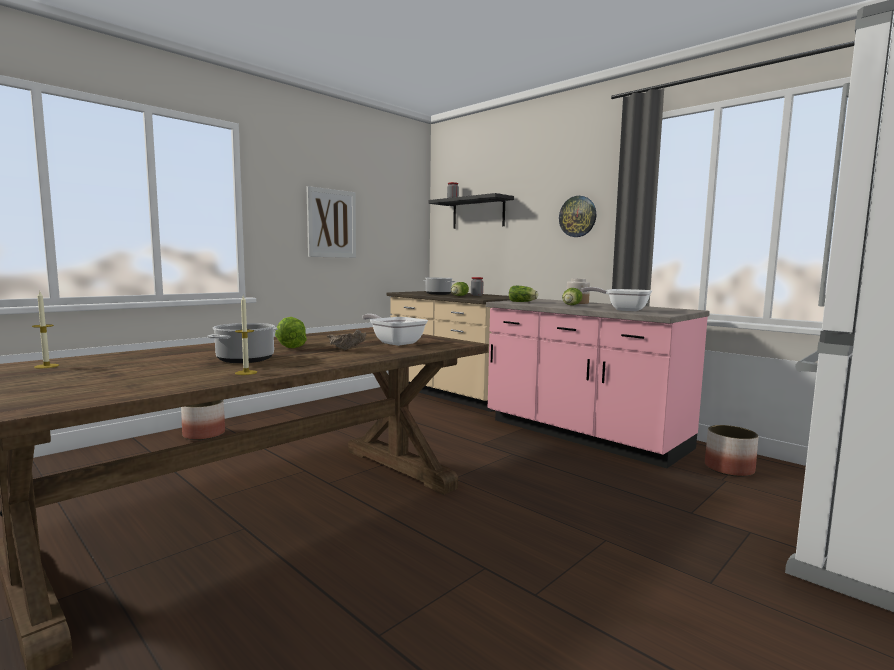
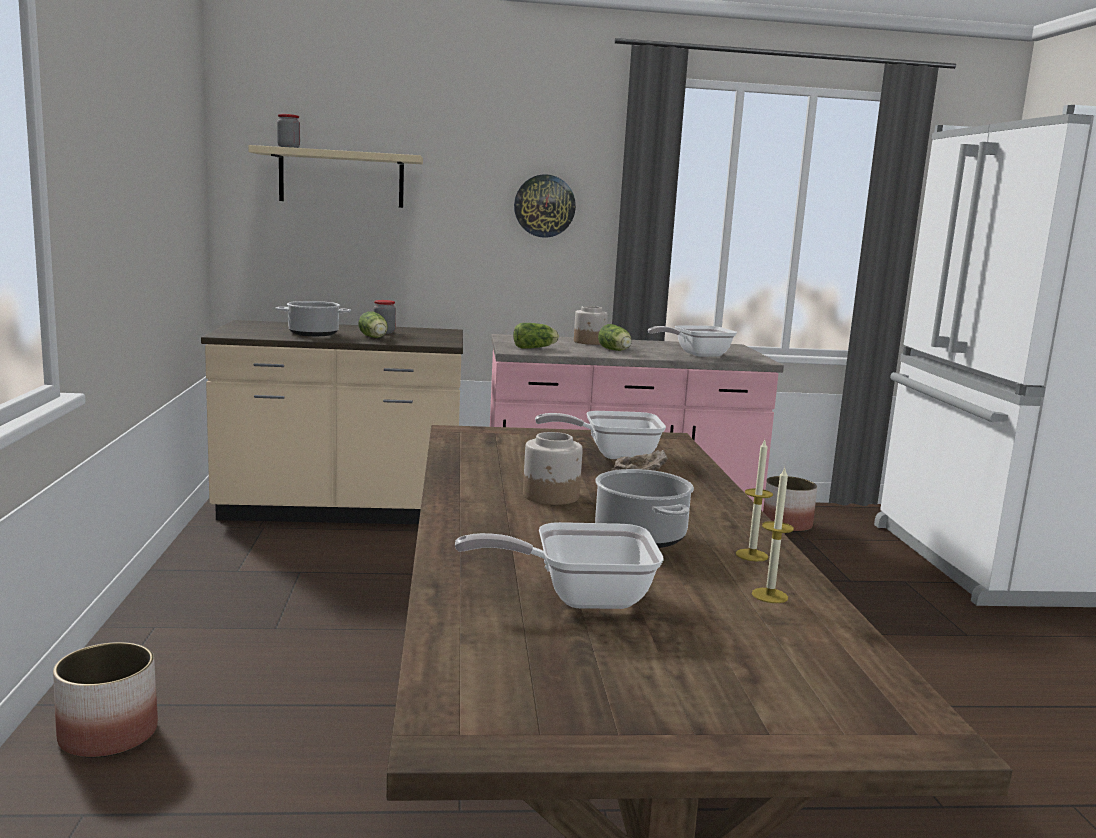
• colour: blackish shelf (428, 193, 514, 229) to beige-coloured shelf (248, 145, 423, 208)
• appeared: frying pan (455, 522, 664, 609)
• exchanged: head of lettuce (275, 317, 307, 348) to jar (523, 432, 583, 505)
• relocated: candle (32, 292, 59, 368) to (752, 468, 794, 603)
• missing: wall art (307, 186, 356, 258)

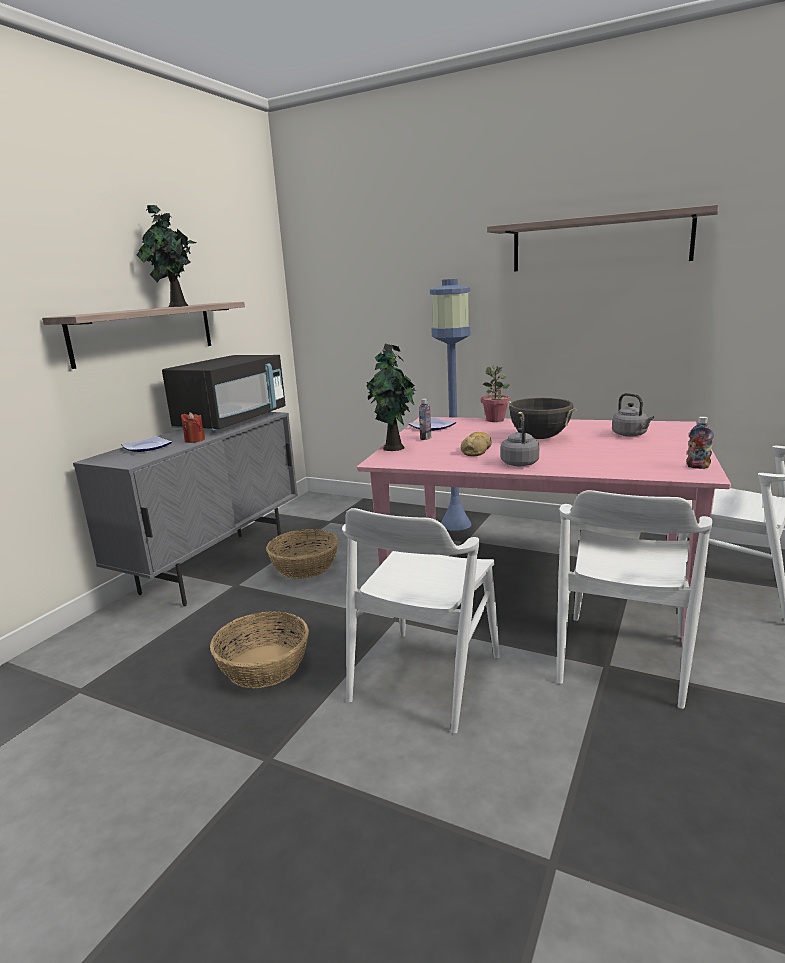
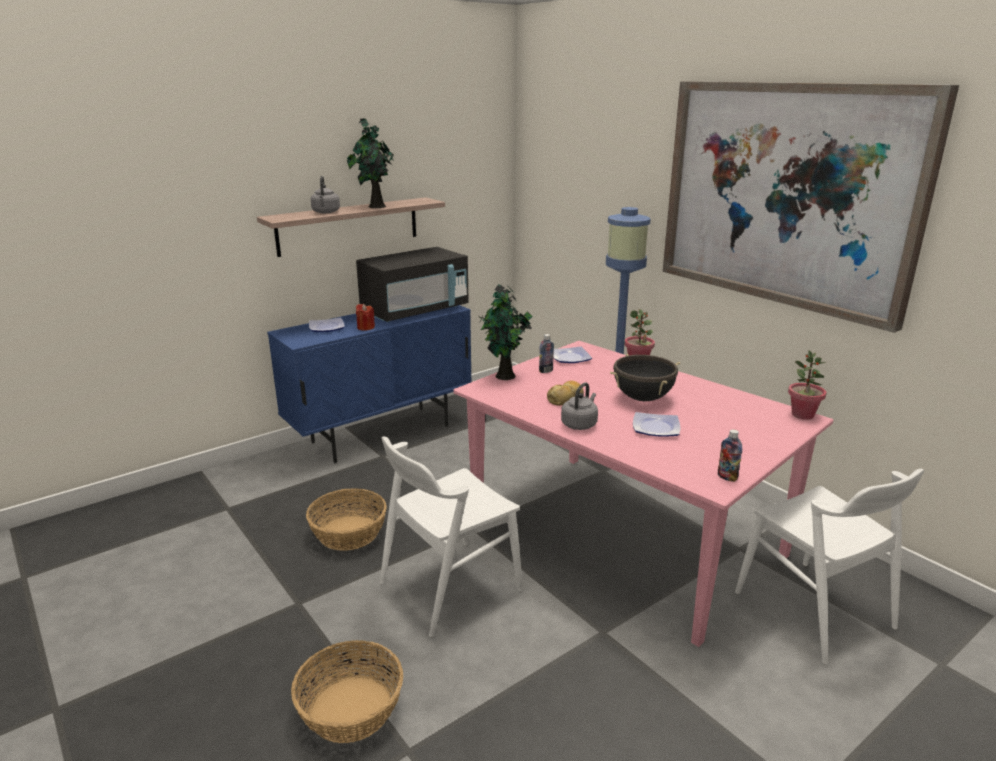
• colour: greyish storage cabinet (73, 412, 298, 606) to blue-coloured storage cabinet (267, 305, 471, 463)
• relocated: storage basket (266, 529, 338, 579) to (291, 640, 403, 743)
• relocated: greyish water kettle (612, 393, 654, 437) to (311, 176, 340, 213)
• appeared: flat dish (633, 412, 680, 437)
• exchanged: shelf (487, 204, 718, 271) to wall art (663, 81, 959, 333)
• appeared: plant in a pot (788, 350, 827, 420)
• missing: white upright chair (557, 490, 713, 709)

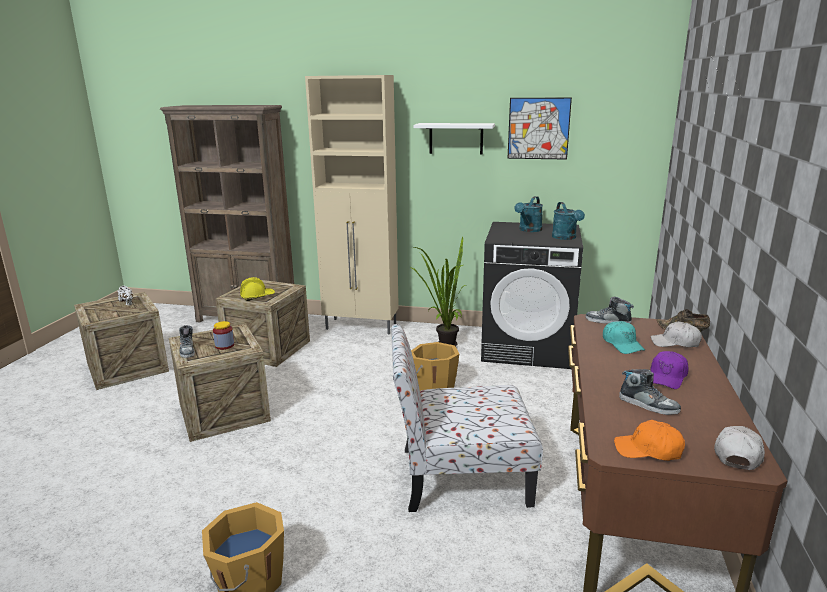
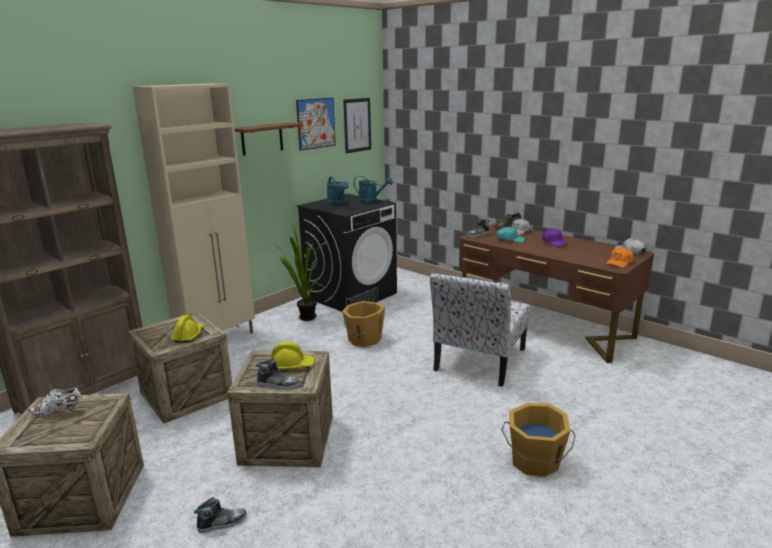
• relocated: shoe (619, 369, 681, 415) to (194, 497, 247, 533)
• colour: white shelf (413, 123, 495, 155) to brown-coloured shelf (235, 122, 303, 156)
• exchanged: jar (213, 321, 234, 350) to yellowish safety helmet (271, 342, 315, 371)
• appeared: wall art (343, 98, 371, 154)

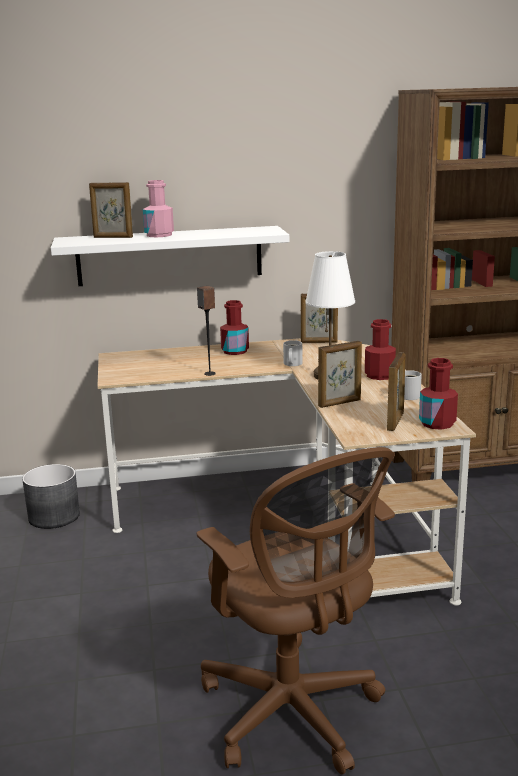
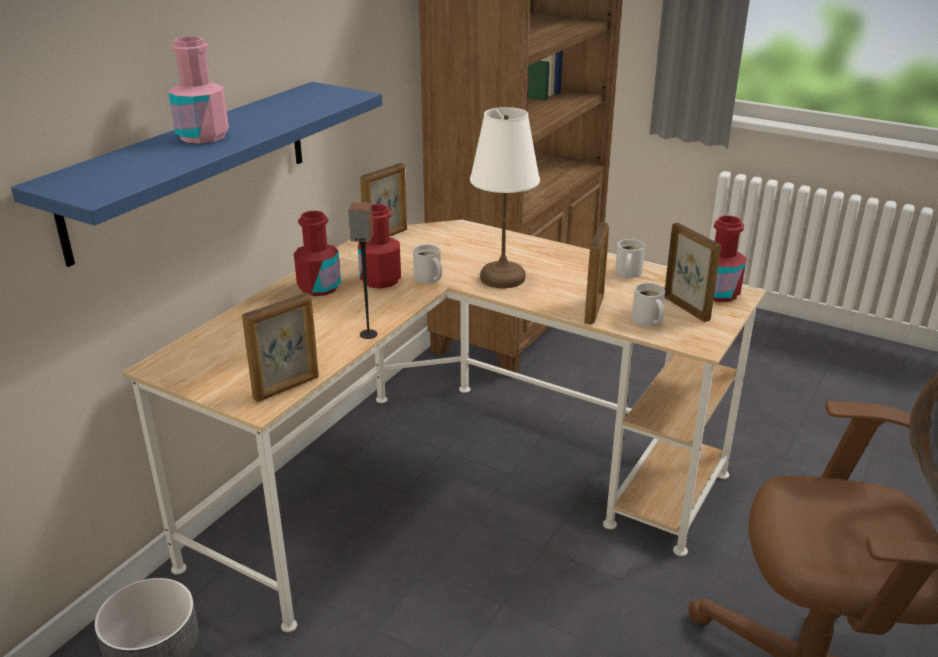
• colour: white shelf (51, 226, 289, 286) to blue-coloured shelf (11, 82, 382, 267)
• relocated: picture frame (89, 182, 133, 238) to (242, 293, 319, 402)
• relocated: red beverage bottle (365, 319, 396, 380) to (358, 204, 401, 289)
• appeared: white tea mug (632, 283, 665, 326)

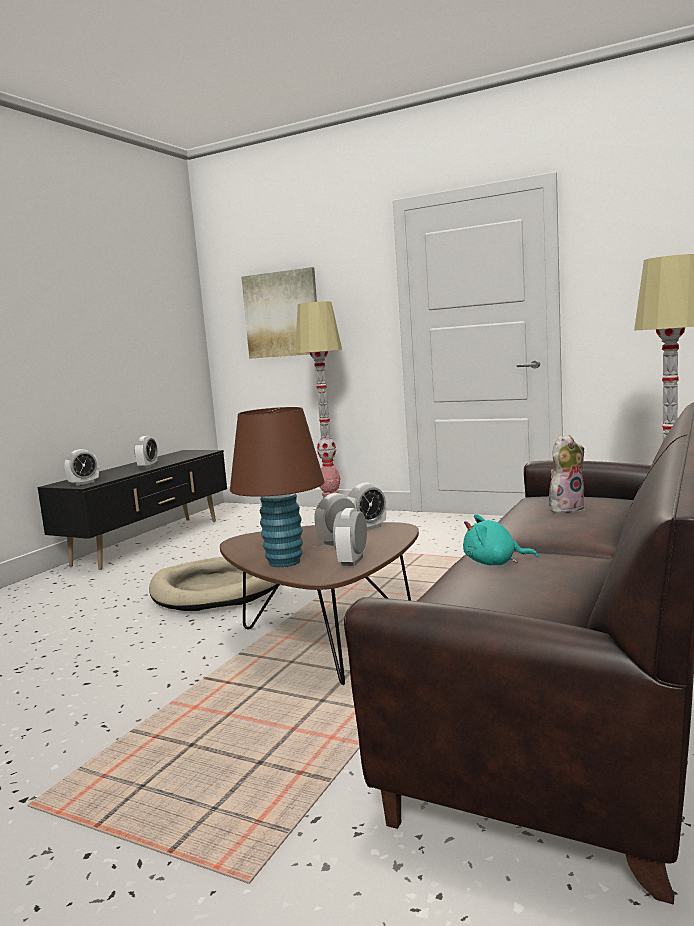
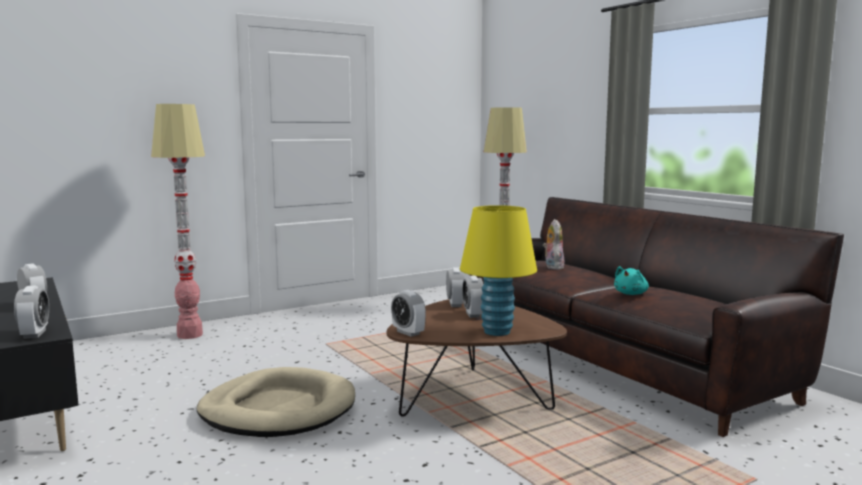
• relocated: table clock (333, 508, 367, 566) to (391, 290, 426, 337)
• colour: brown-coloured table lamp (230, 407, 325, 567) to yellowish table lamp (460, 205, 537, 336)
• missing: wall art (241, 267, 317, 359)

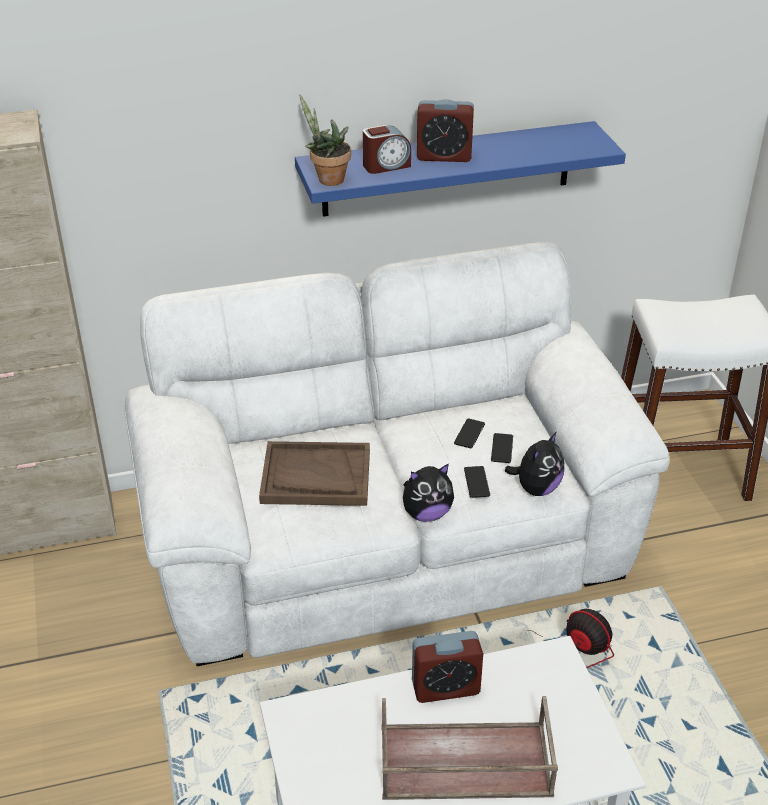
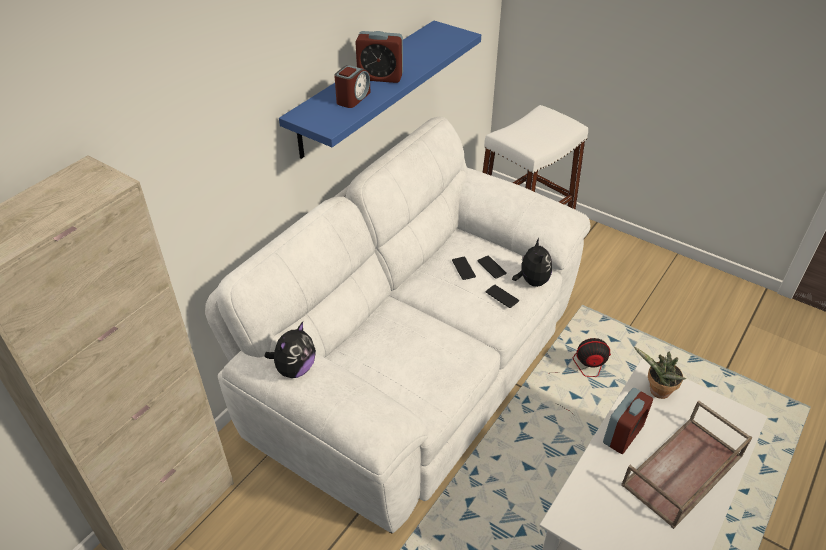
• relocated: cuddly toy (403, 463, 454, 522) to (265, 322, 316, 378)
• spun: table clock (417, 99, 474, 162) = (355, 31, 403, 83) 45 degrees clockwise
• relocated: plant in a pot (299, 94, 351, 186) to (634, 347, 686, 399)
• missing: brown-coloured serving tray (259, 441, 370, 506)

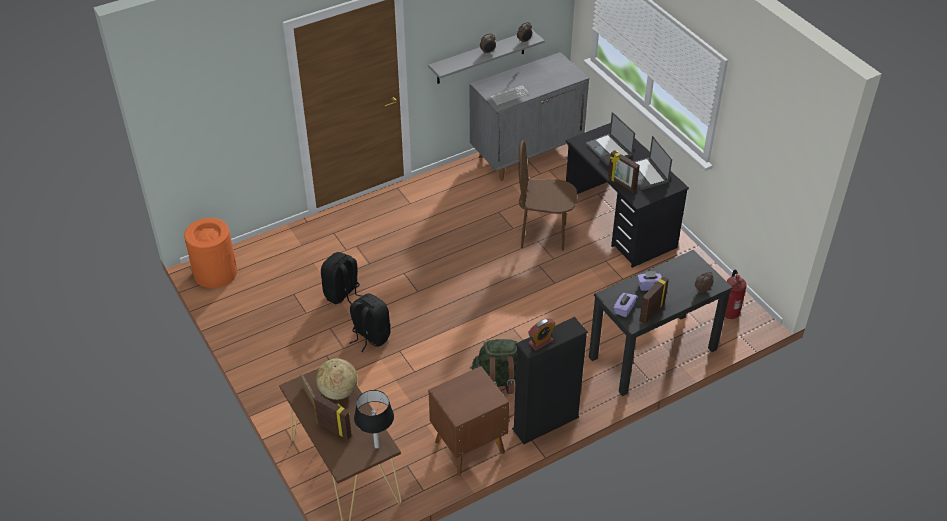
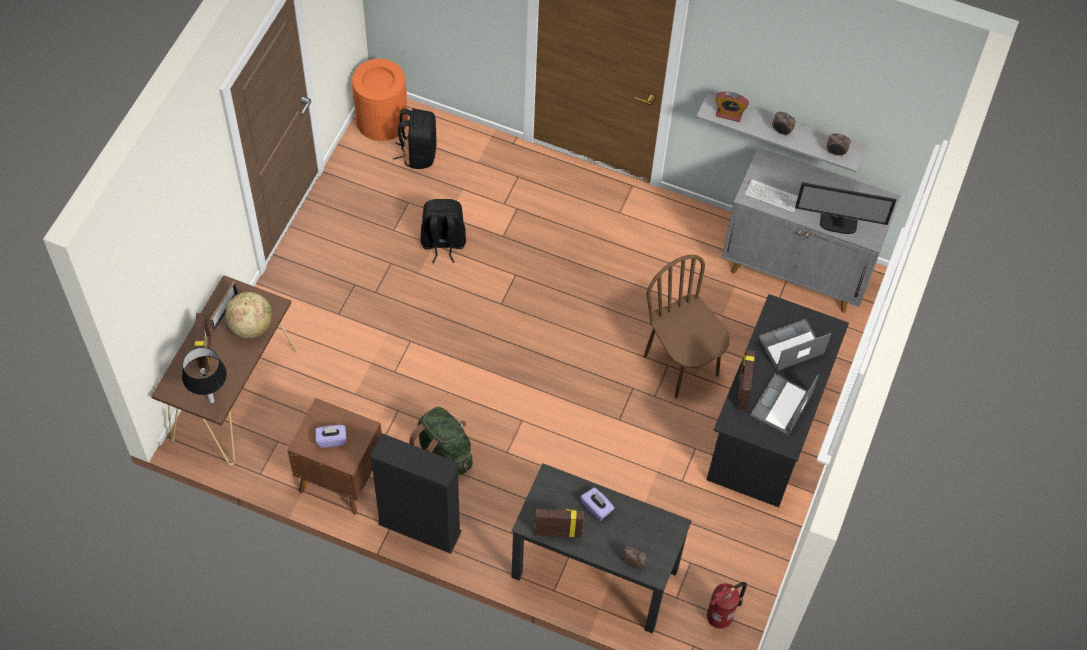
• relocated: purple box of tissues (614, 293, 637, 317) to (315, 425, 347, 448)
• relocated: blackish backpack (350, 294, 391, 352) to (393, 108, 436, 169)
• relocated: table clock (528, 319, 556, 351) to (715, 92, 749, 122)
• spun: laptop (585, 112, 635, 165) = (758, 319, 831, 371) 45 degrees clockwise
• appeared: computer display (795, 182, 896, 234)

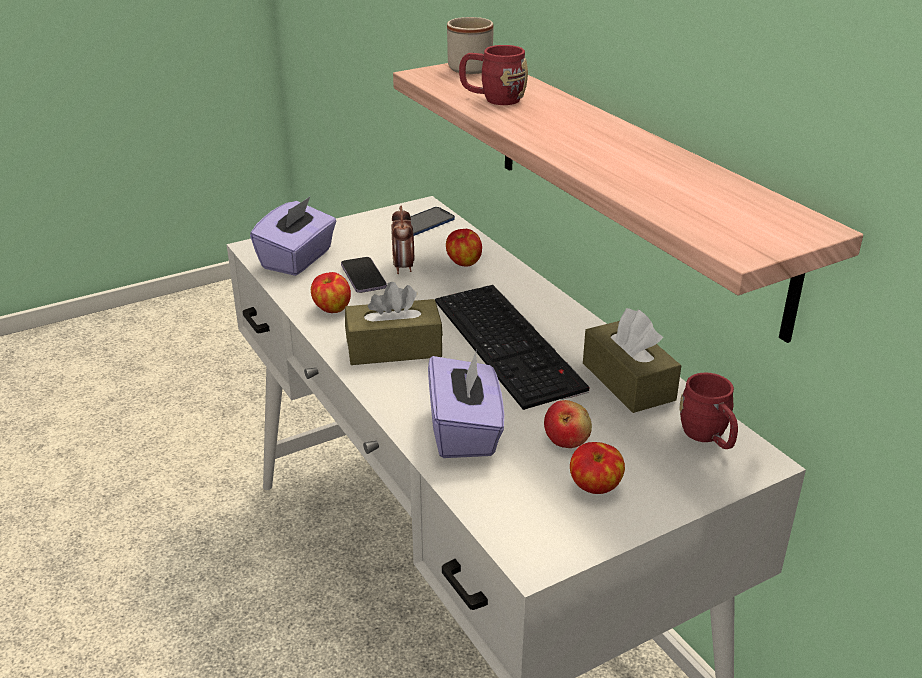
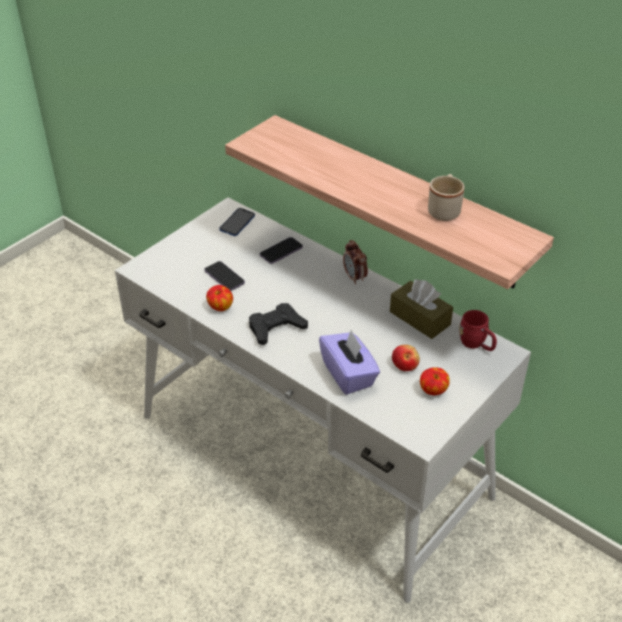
• exchanged: brown-coloured box of tissues (345, 282, 443, 365) to blackish game controller (249, 303, 308, 345)
• exchanged: apple (446, 229, 482, 266) to telephone (260, 237, 303, 264)
• relocated: table clock (391, 206, 414, 274) to (343, 240, 368, 284)
• relocated: beige-coloured tea mug (447, 17, 493, 74) to (428, 174, 464, 221)
• missing: purple box of tissues (250, 197, 336, 276)
• missing: PC keyboard (435, 285, 589, 410)
• missing: red tea mug (459, 45, 528, 105)

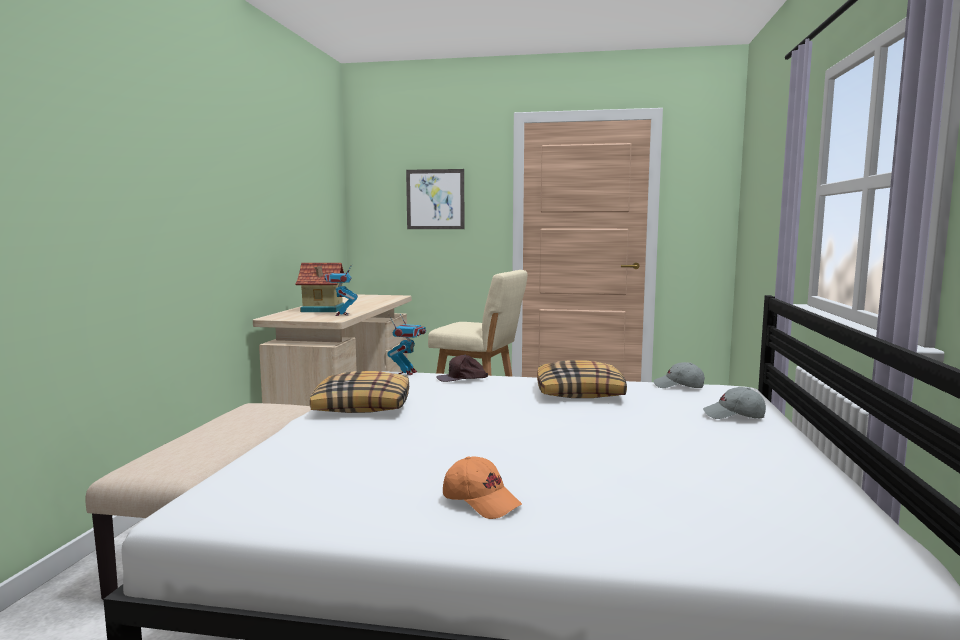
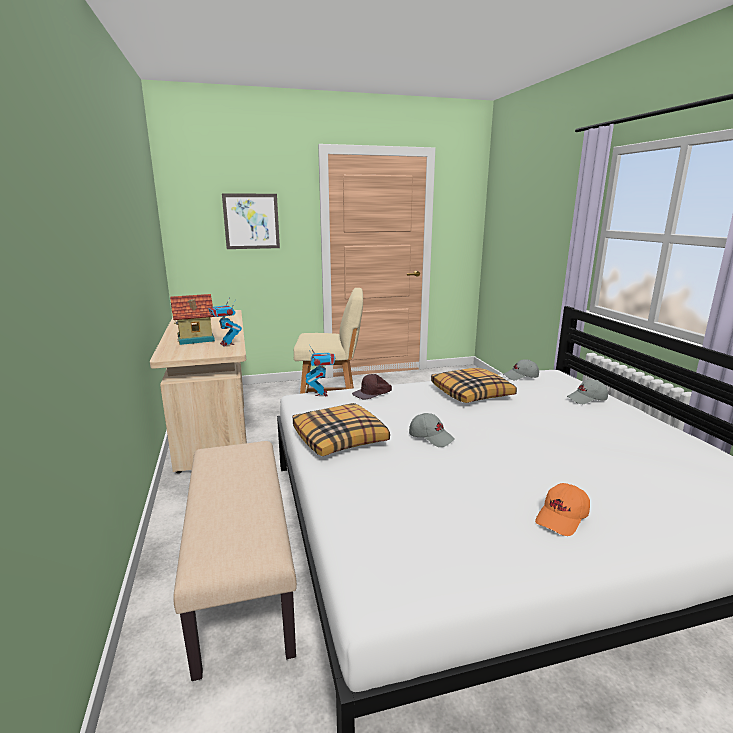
• appeared: greyish peaked cap (409, 413, 455, 447)
• spun: orangey peaked cap (443, 456, 522, 519) = (535, 483, 590, 536) 120 degrees clockwise

